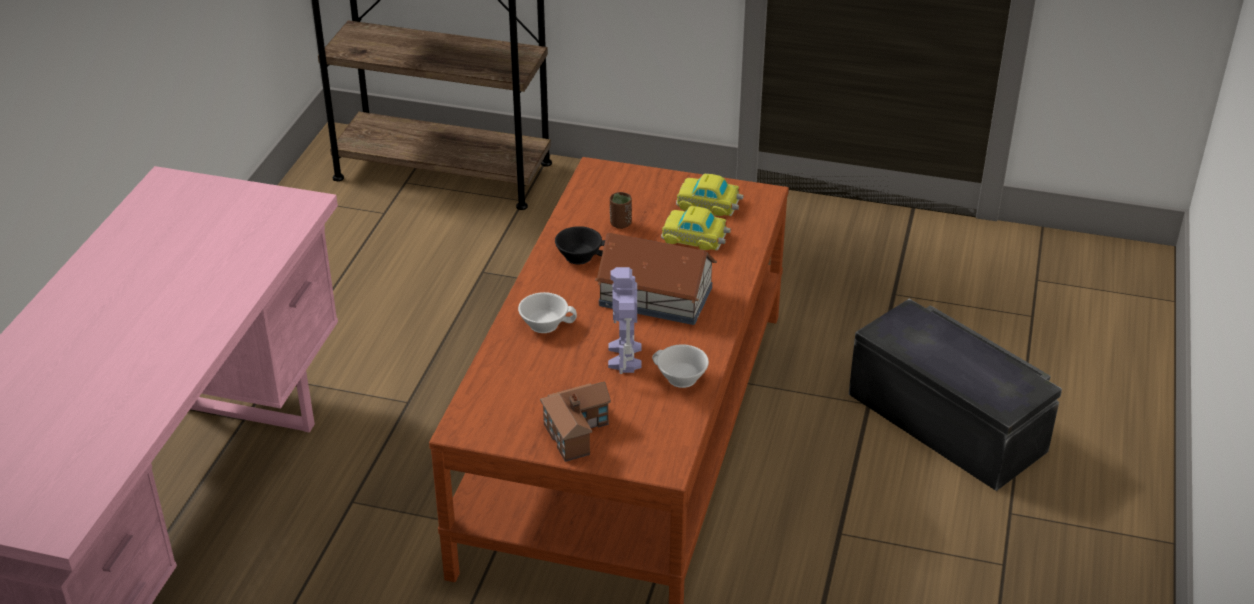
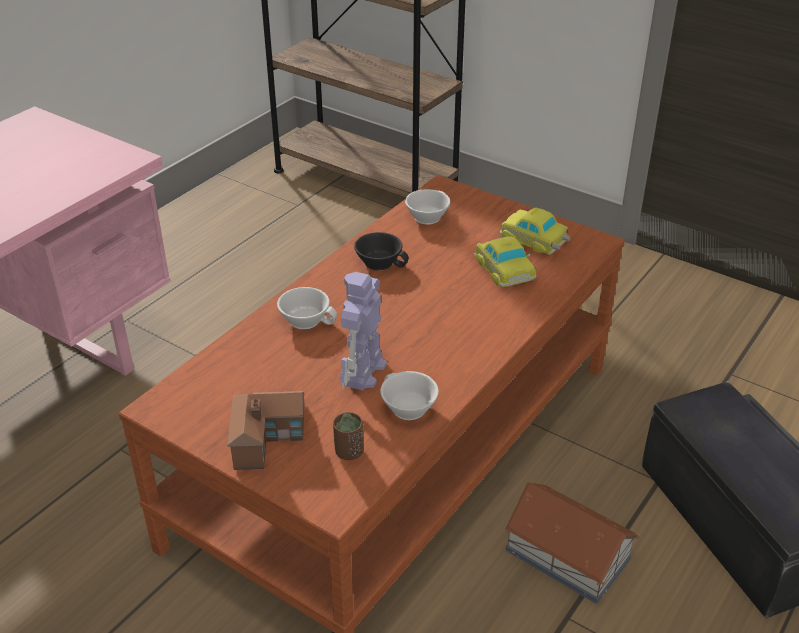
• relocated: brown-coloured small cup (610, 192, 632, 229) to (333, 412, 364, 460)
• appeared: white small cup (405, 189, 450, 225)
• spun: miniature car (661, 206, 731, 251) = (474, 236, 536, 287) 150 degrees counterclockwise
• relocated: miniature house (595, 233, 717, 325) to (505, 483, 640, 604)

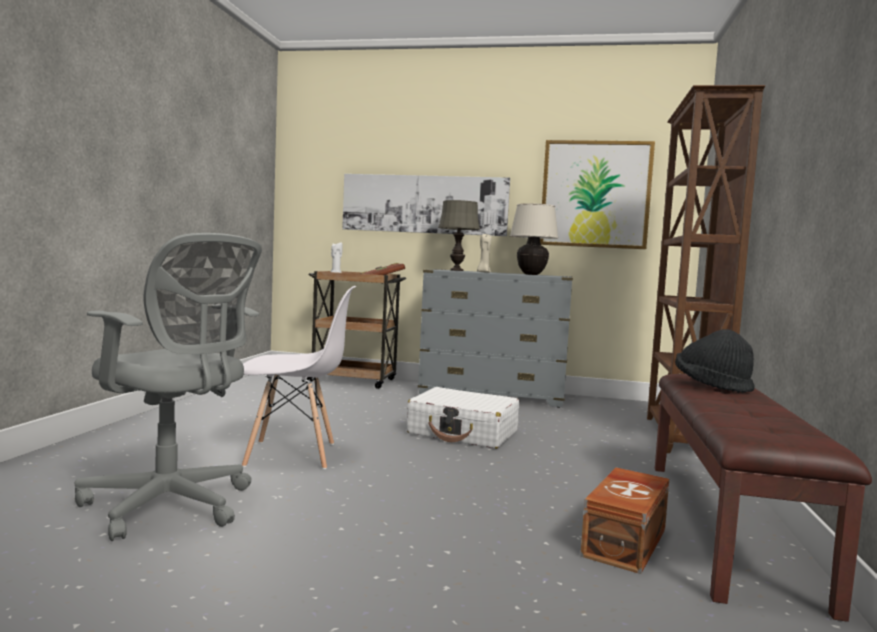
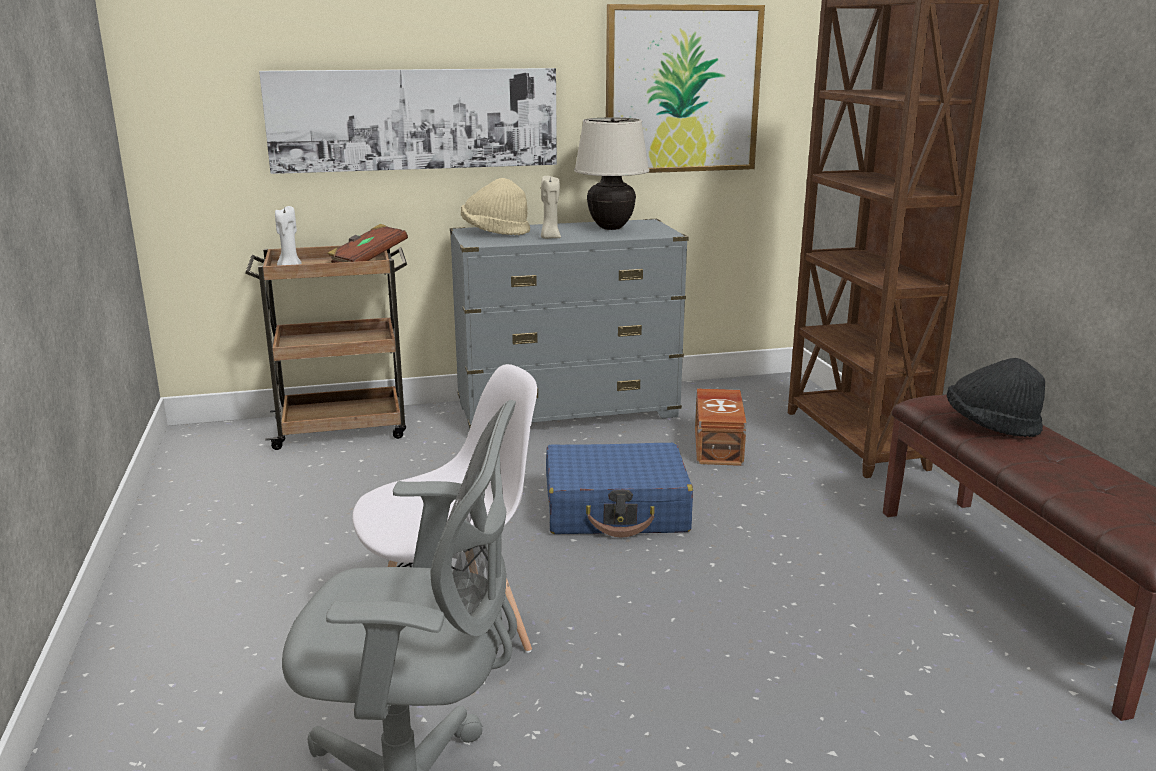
• exchanged: greyish table lamp (438, 200, 480, 271) to beige-coloured hat (461, 178, 530, 236)
• colour: white travel case (407, 387, 519, 449) to blue-coloured travel case (546, 443, 693, 538)
• relocated: brown-coloured storage box (580, 467, 669, 574) to (695, 388, 747, 466)

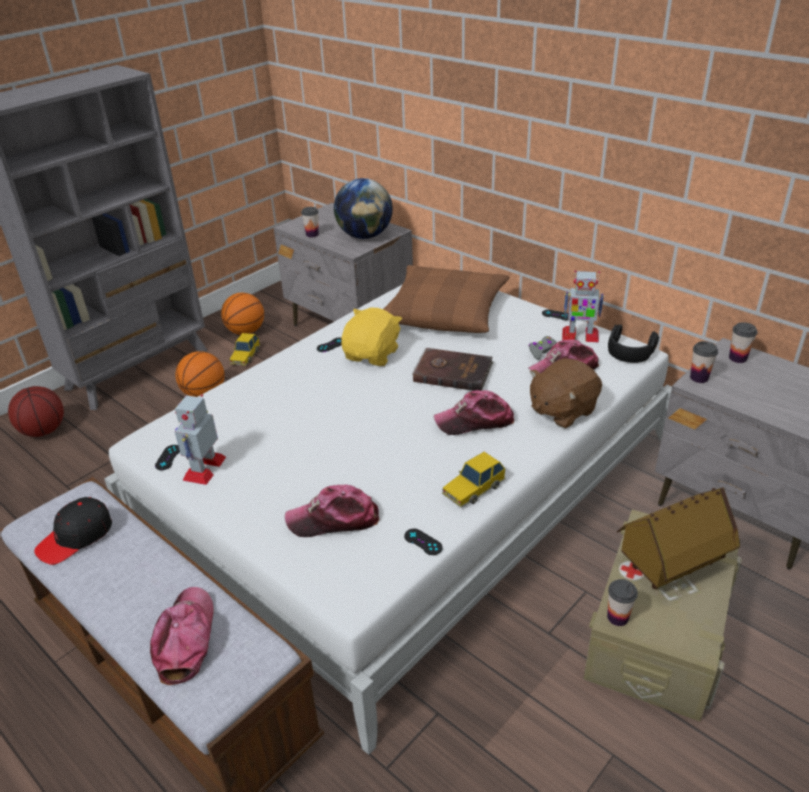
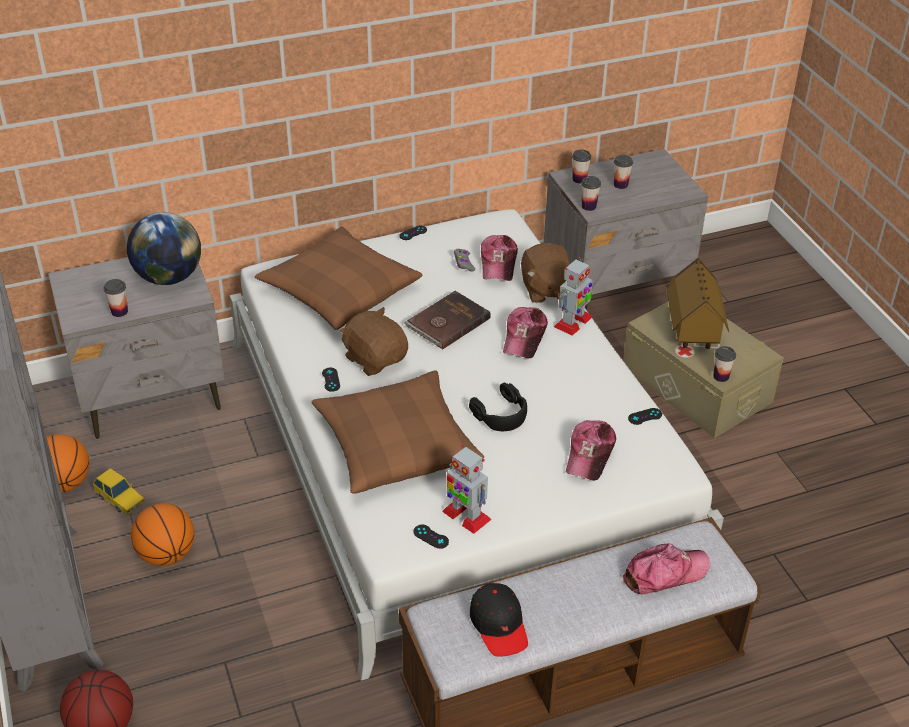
• appeared: brown-coloured throw pillow (312, 370, 484, 494)
• colour: yellowish cuddly toy (341, 308, 402, 366) to brown-coloured cuddly toy (340, 307, 408, 376)
• relocated: blackish headset (608, 324, 659, 363) to (469, 383, 527, 431)
• relocated: model robot (562, 270, 604, 342) to (554, 257, 593, 336)
• appeared: small cup (614, 155, 633, 189)
• spun: peaked cap (150, 587, 214, 685) = (623, 543, 710, 594) 135 degrees clockwise
• missing: miniature car (442, 452, 506, 507)

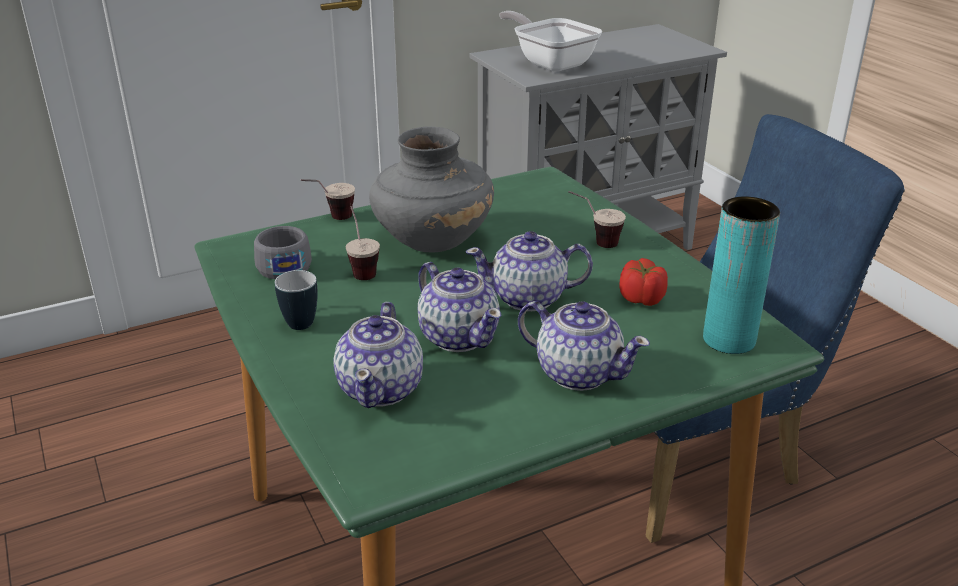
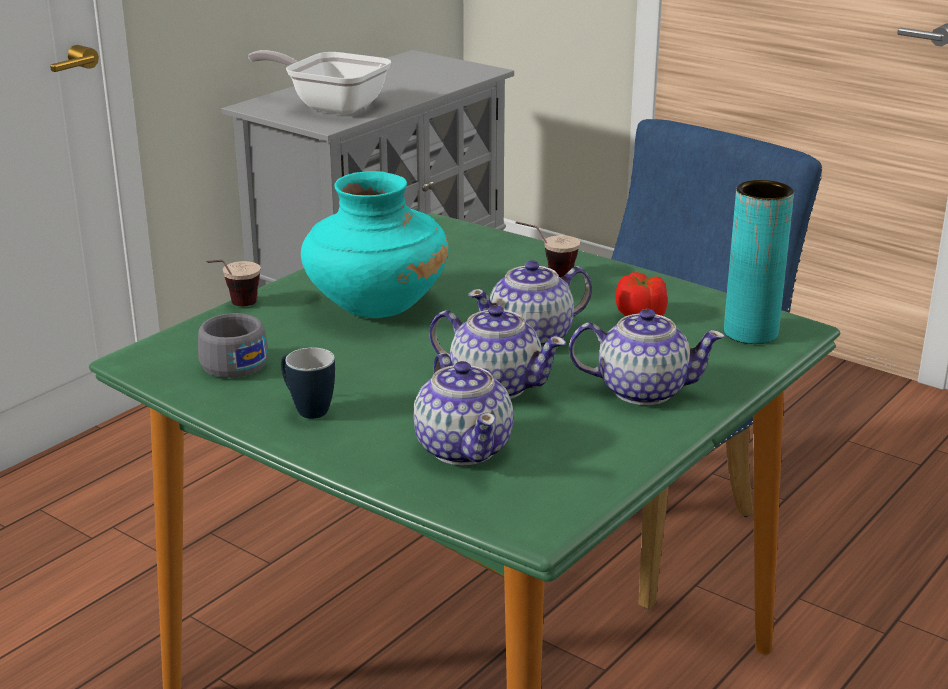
• colour: greyish flower vase (369, 126, 494, 253) to turquoise-coloured flower vase (301, 171, 449, 318)
• missing: small cup (346, 206, 380, 280)

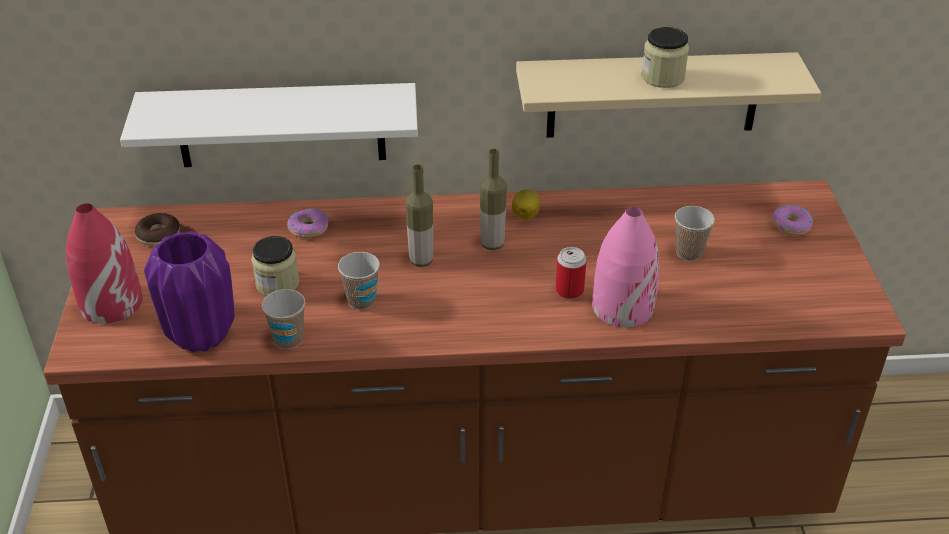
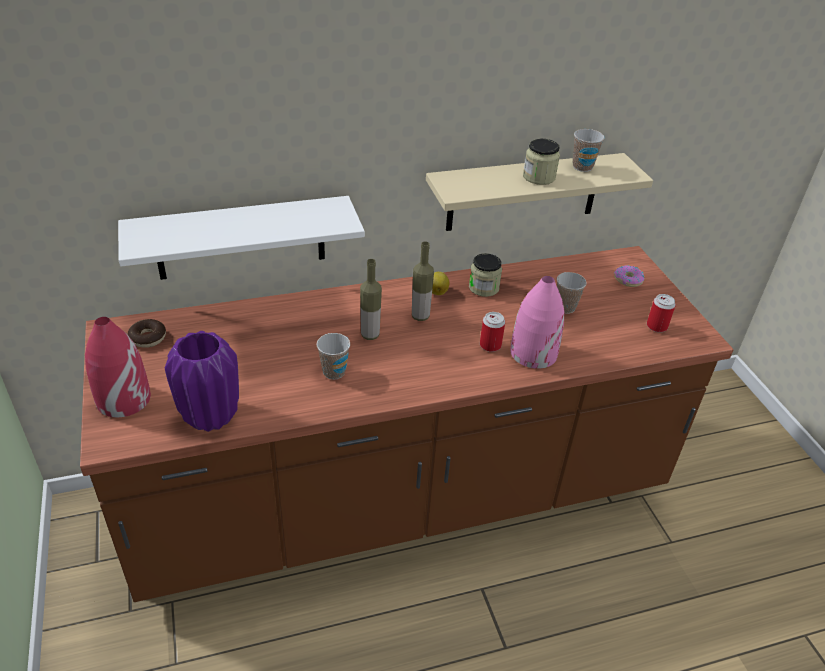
• relocated: jar (251, 236, 300, 296) to (469, 253, 502, 297)
• relocated: small cup (262, 289, 305, 349) to (573, 129, 605, 172)
• appeared: metal can (647, 294, 676, 332)
• missing: ring doughnut (287, 208, 328, 238)

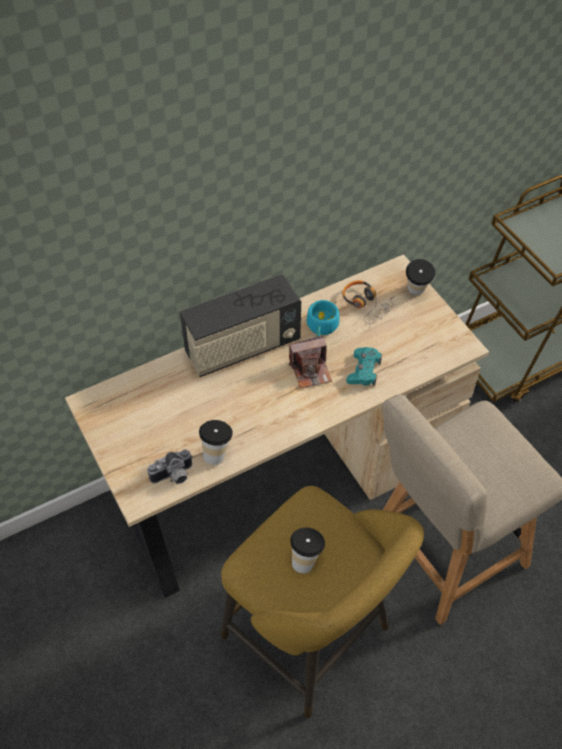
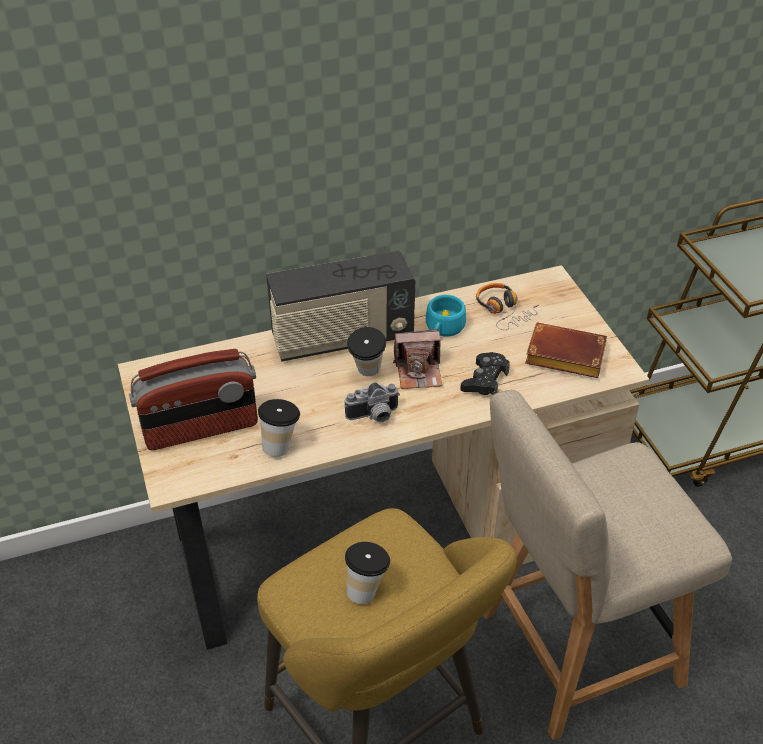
• appeared: radio (129, 349, 258, 450)
• relocated: photo camera (147, 449, 193, 484) to (345, 383, 400, 423)
• relocated: small cup (406, 259, 435, 295) to (347, 327, 386, 376)
• colour: turquoise-coloured game controller (346, 347, 382, 386) to blackish game controller (460, 352, 510, 396)
• appeared: brown-coloured book (525, 322, 607, 378)

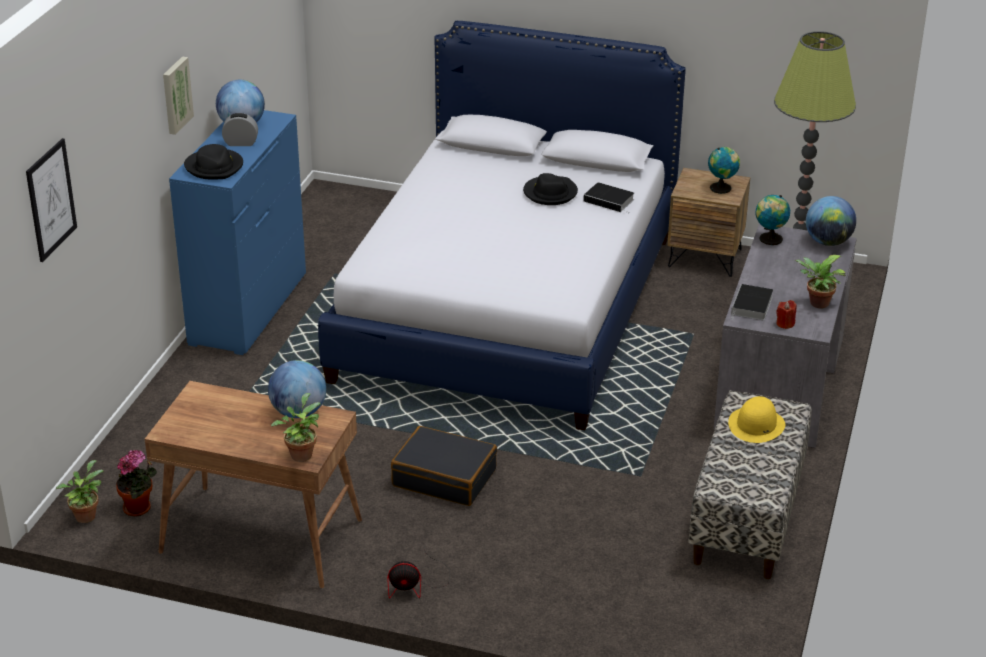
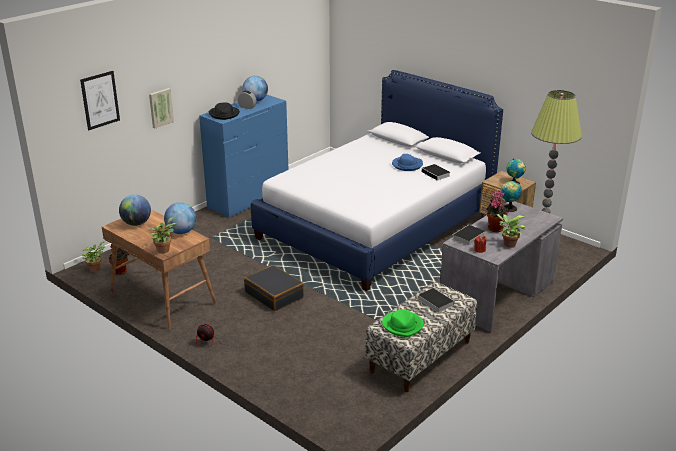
• relocated: globe (806, 196, 856, 246) to (119, 195, 151, 226)
• relocated: wall art (163, 56, 194, 135) to (149, 88, 174, 128)
• appeared: green hat (382, 309, 424, 337)
• colour: blackish hat (523, 173, 578, 205) to blue-coloured hat (392, 154, 423, 171)
• exchanged: yellowish hat (728, 396, 785, 443) to book (418, 288, 454, 313)
• appeared: plant in a pot (486, 190, 508, 232)

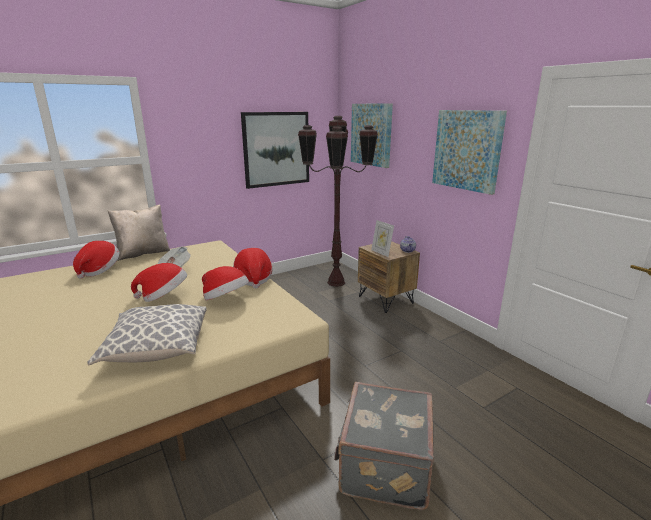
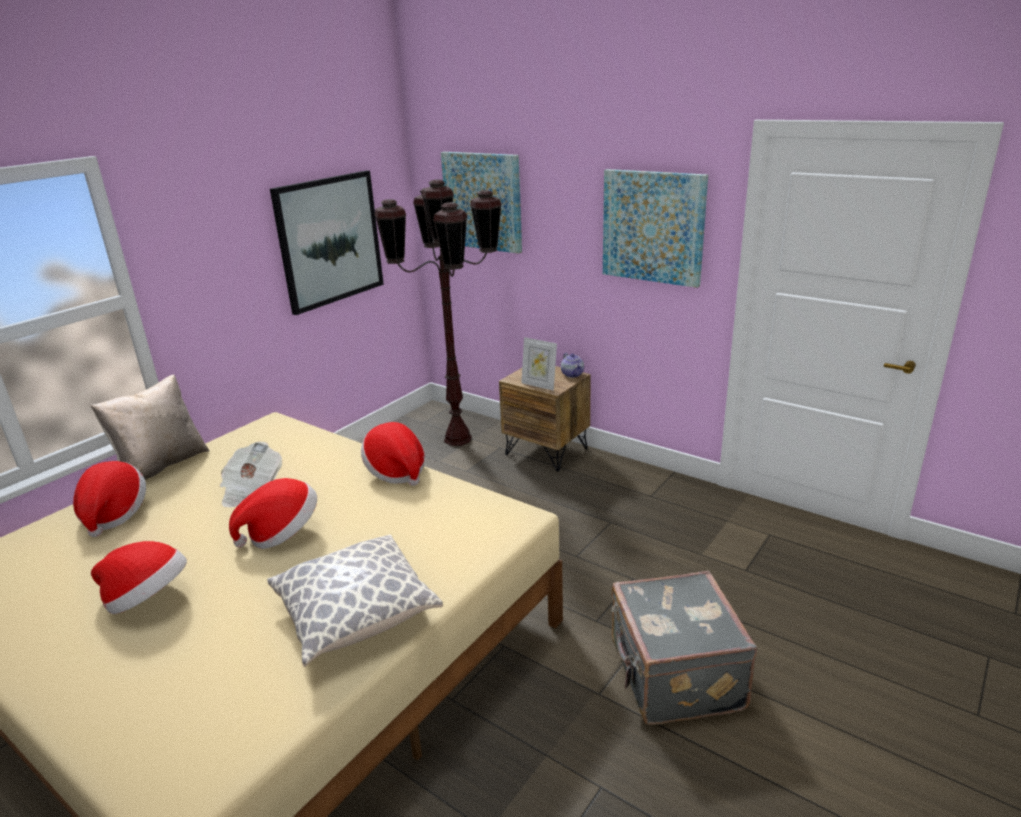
• relocated: hat (202, 266, 249, 300) to (91, 541, 187, 614)

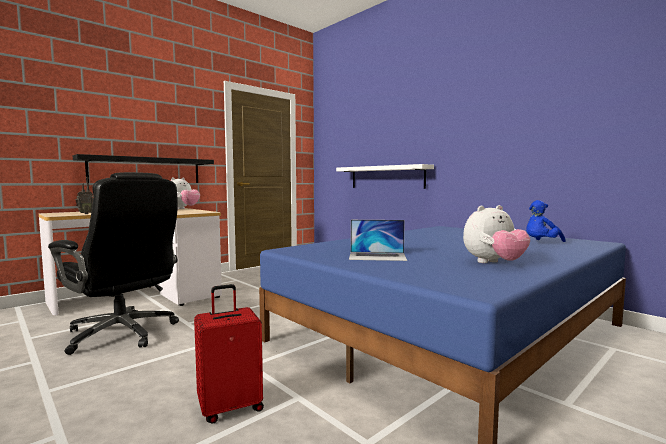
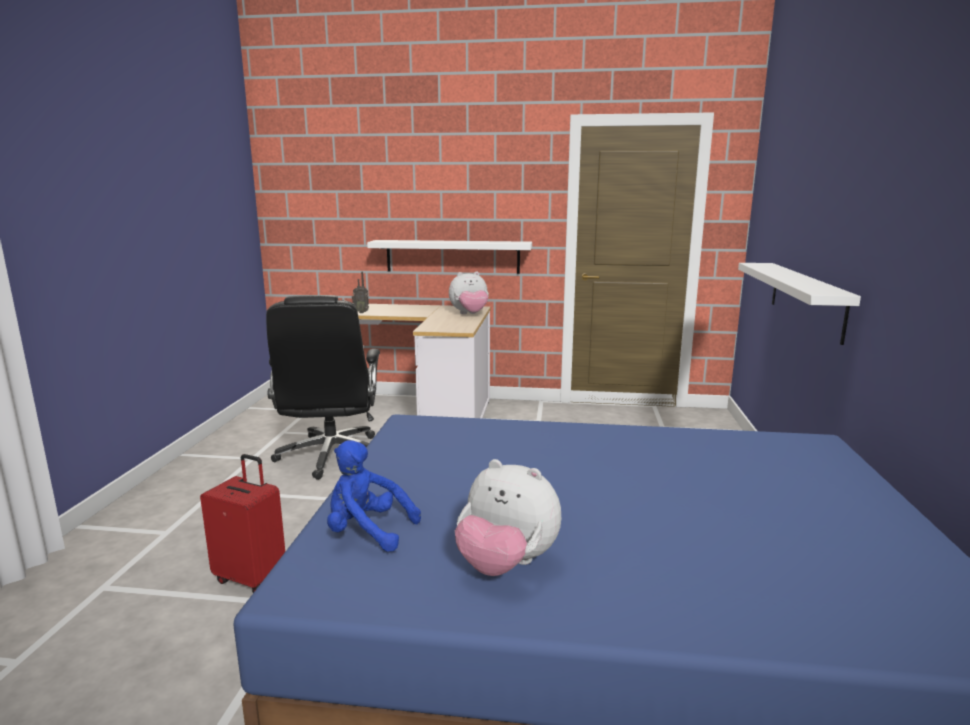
• relocated: blue-coloured cuddly toy (526, 200, 566, 242) to (327, 440, 421, 552)
• colour: blackish shelf (73, 154, 214, 183) to white shelf (367, 240, 532, 274)
• missing: laptop (349, 220, 407, 261)

